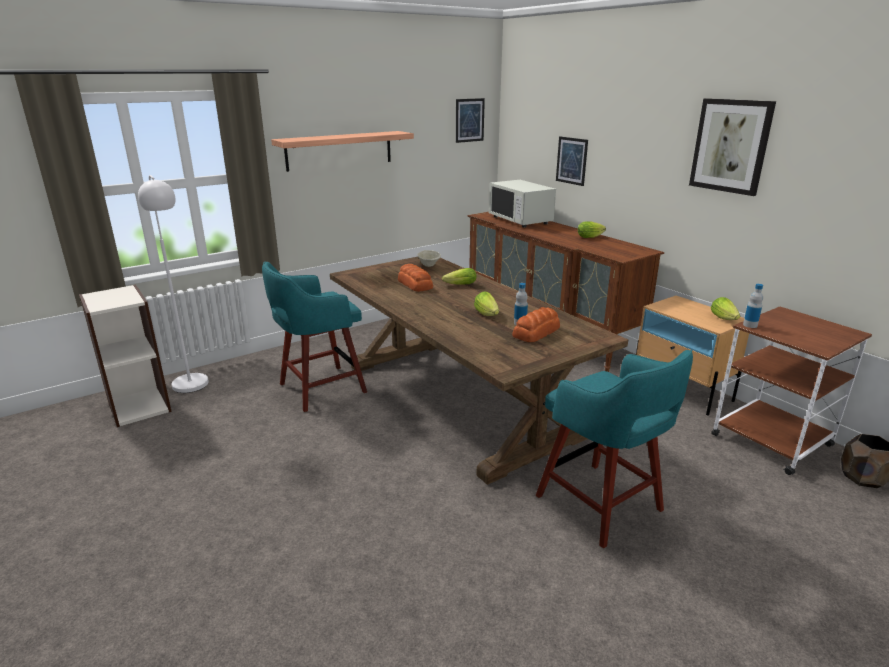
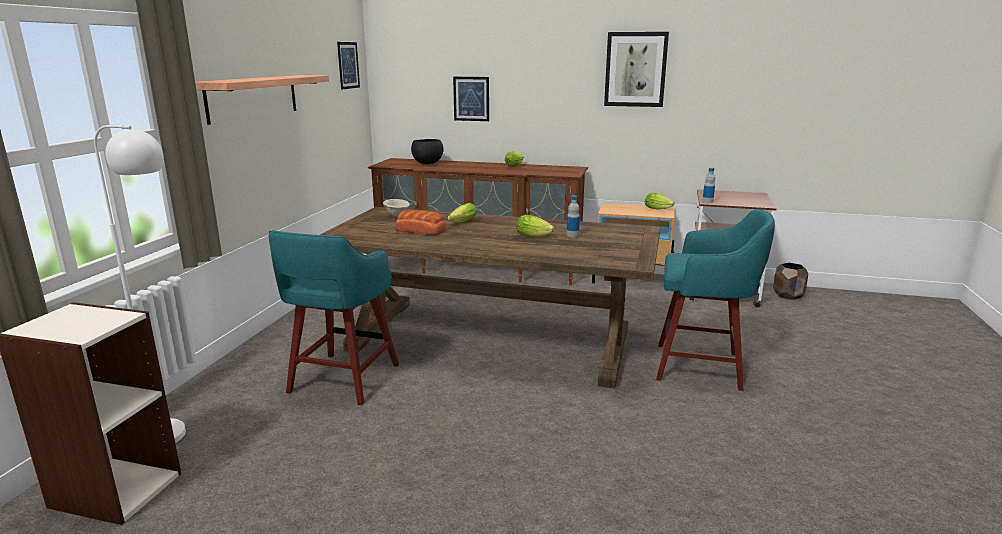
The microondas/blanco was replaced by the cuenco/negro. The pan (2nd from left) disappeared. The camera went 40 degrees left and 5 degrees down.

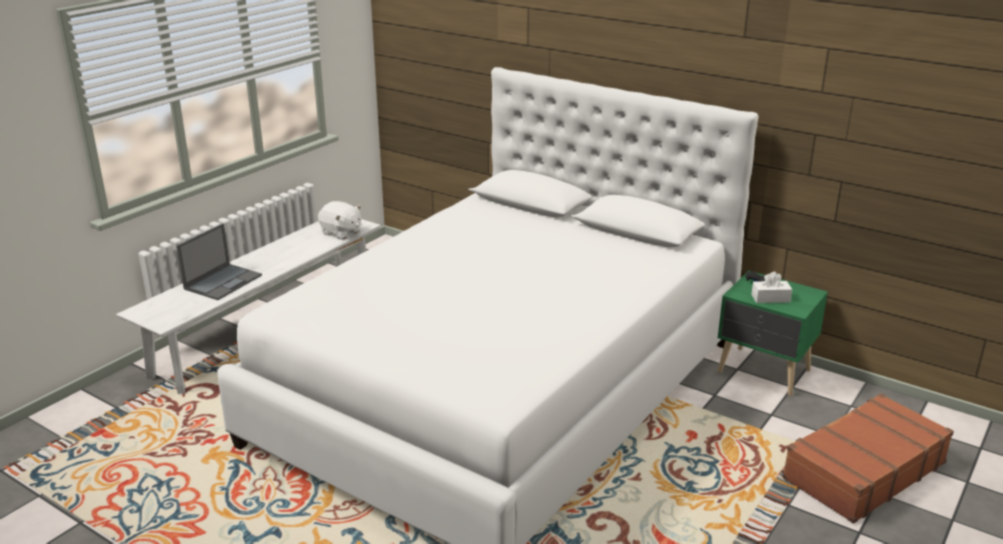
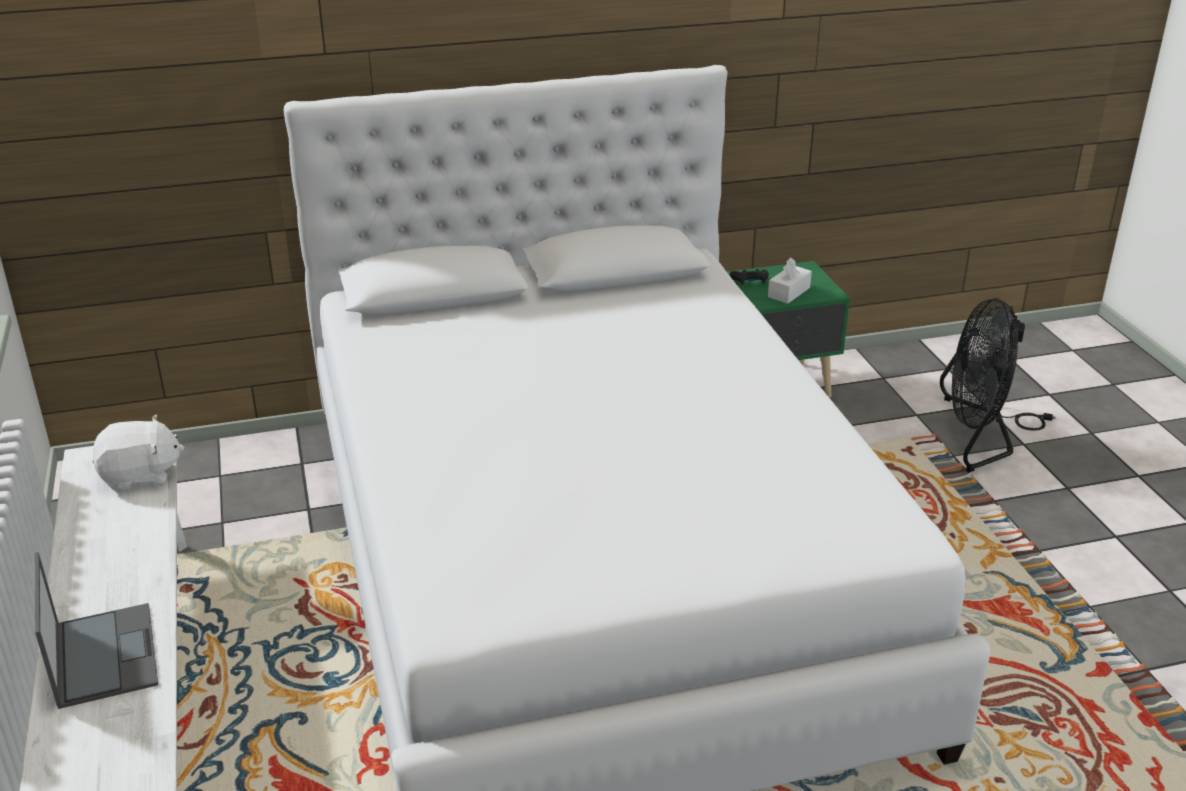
The maleta/marrón was replaced by the ventilador/negro. The camera went 50 degrees left and 5 degrees up.

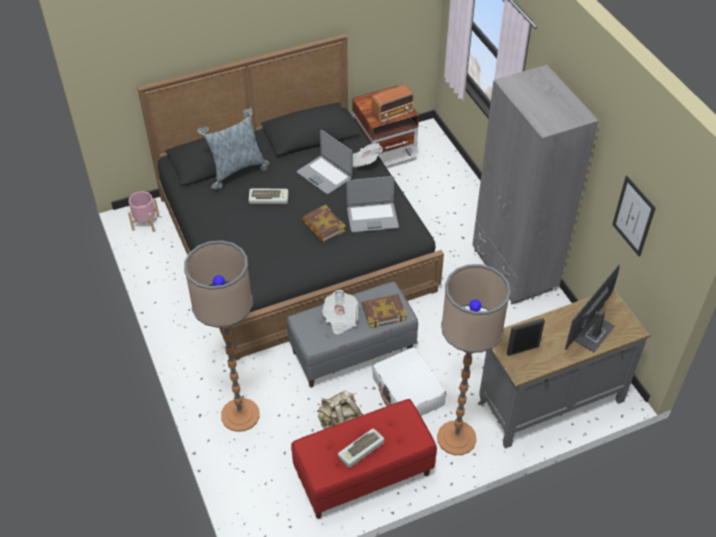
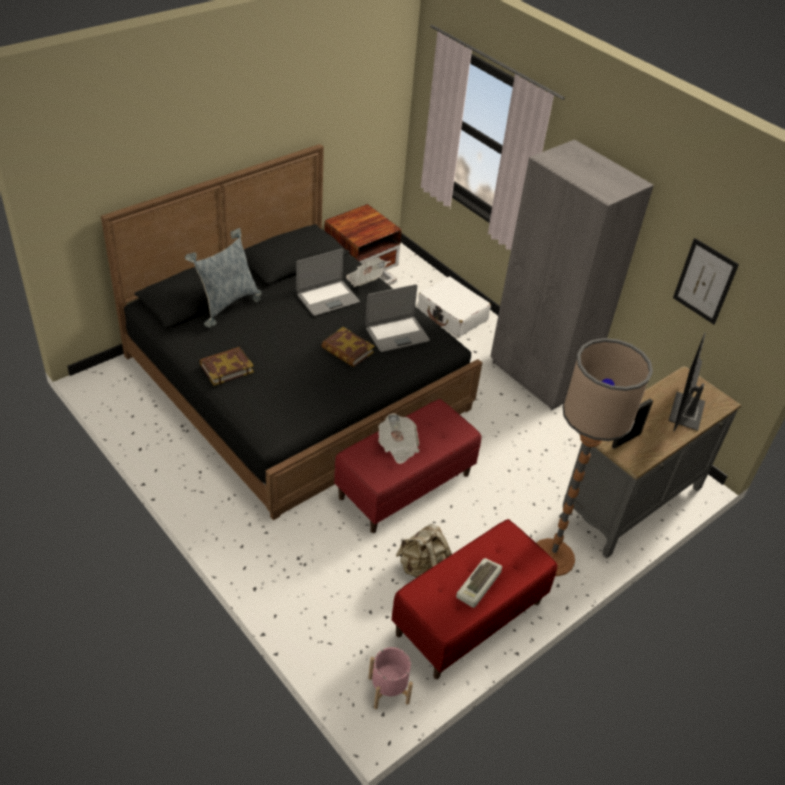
The radio disappeared. The portátil (1st from left) turned 60 degrees counterclockwise. The teclado (1st from left) disappeared. The maceta/rosa moved. The lámpara de pie (1st from left) disappeared. The banco/gris became the banco/rojo (1st from left). The libro (2nd from left in the first image) moved. The maleta/blanco moved. The camera went 20 degrees left and 5 degrees down.

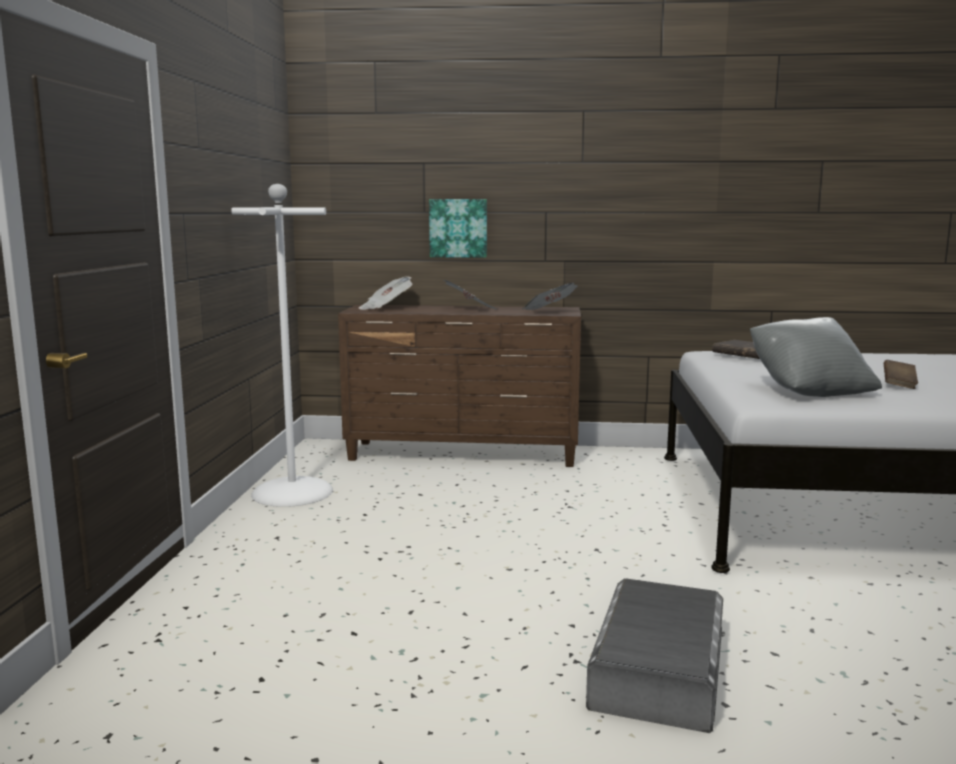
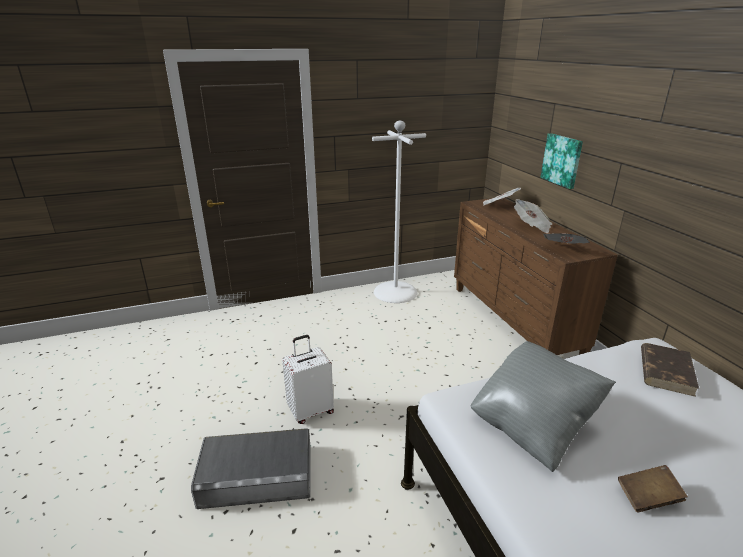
The maleta/blanco appeared. The camera went 65 degrees right and 15 degrees up.

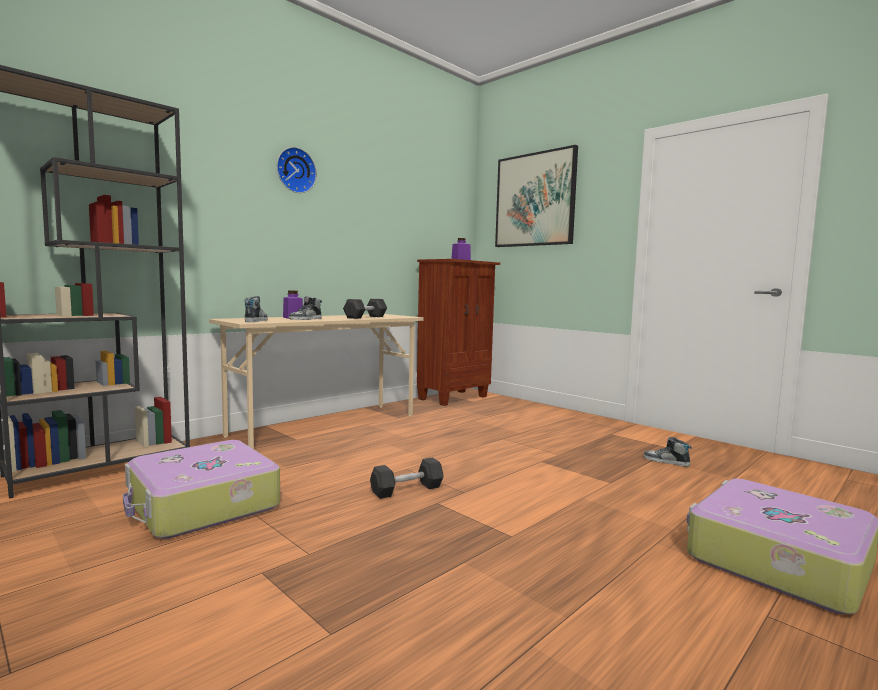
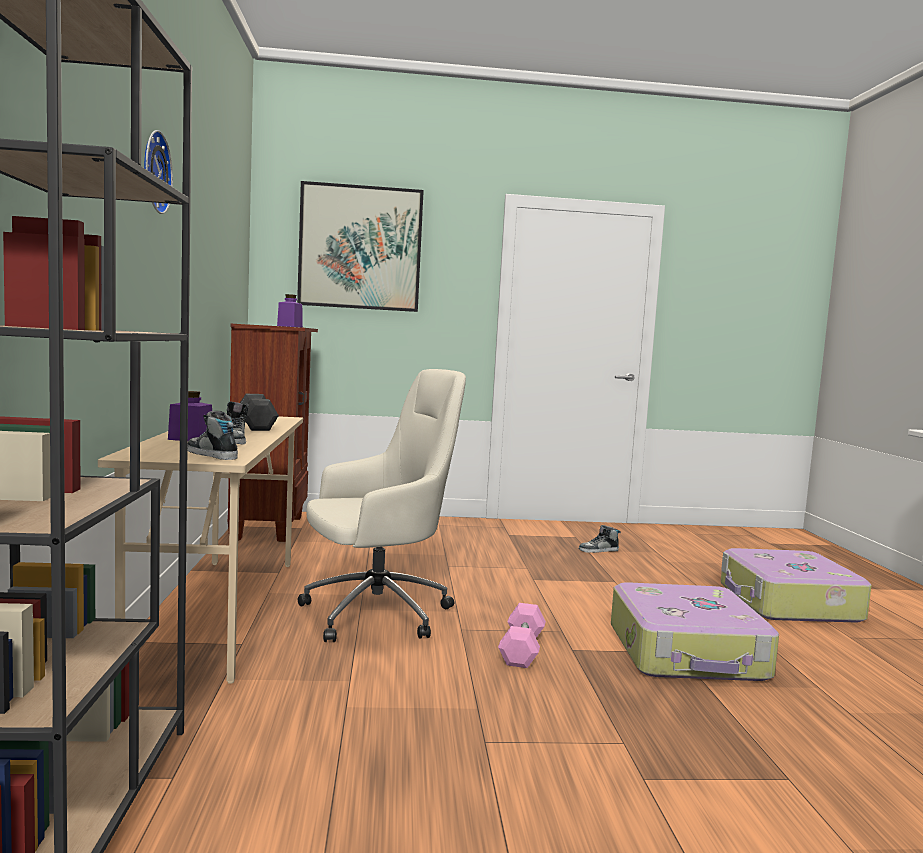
The maleta (1st from left) moved. The mancuerna/gris (2nd from left) became the mancuerna/rosa. The silla de oficina/beis appeared. The camera went 50 degrees left and 0 degrees up.

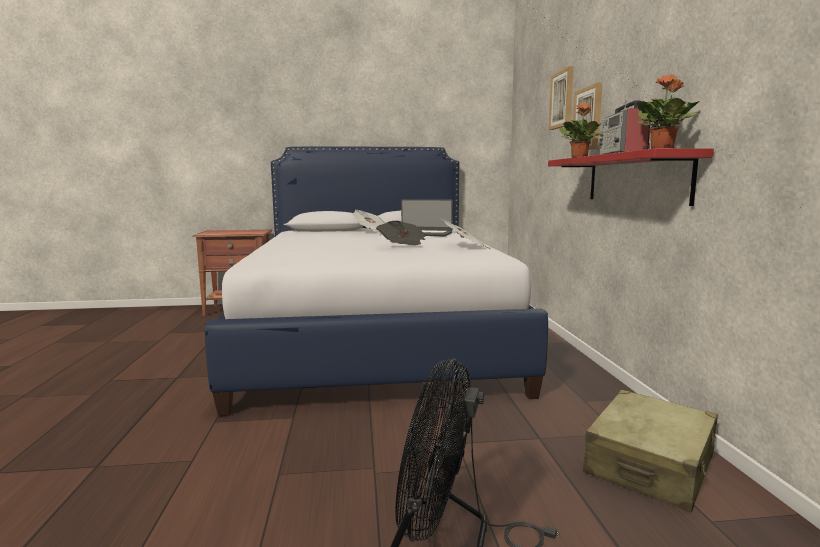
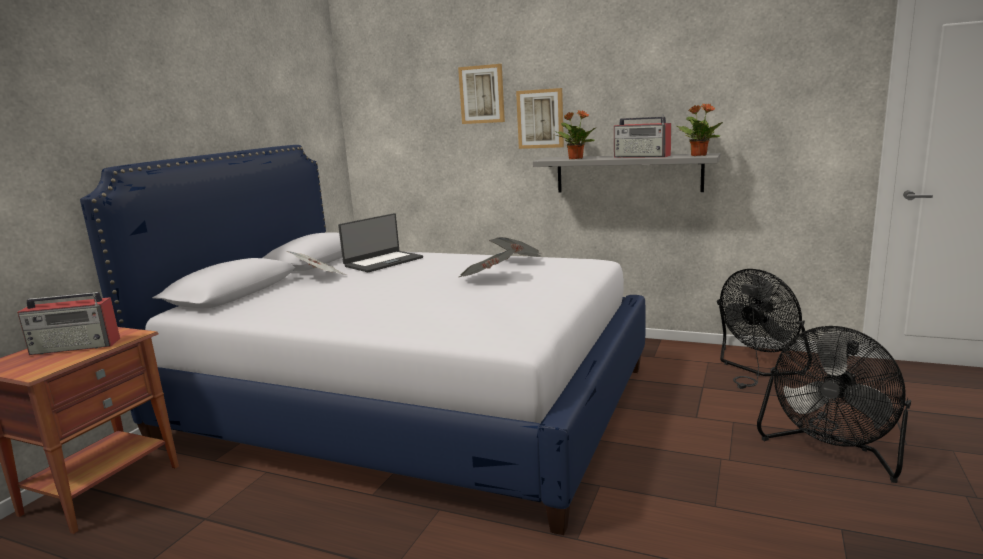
The estante/rojo became the estante/gris. The maleta/beis was replaced by the ventilador/negro (1st from left). The radio (1st from left) appeared. The camera went 60 degrees left and 5 degrees up.

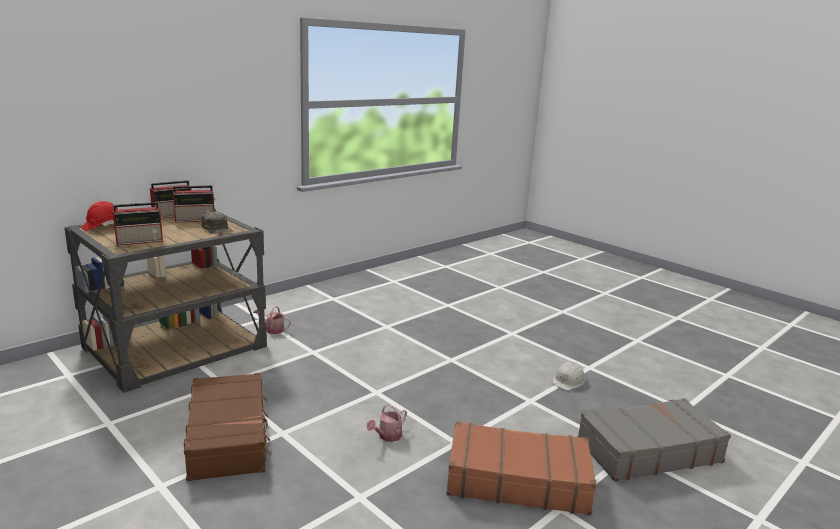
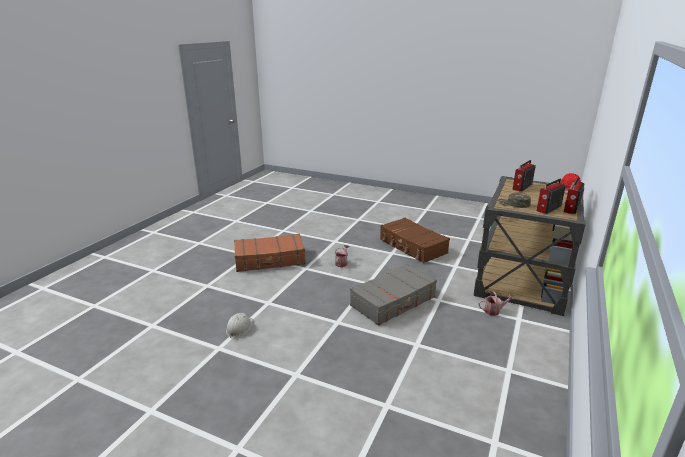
The maleta/gris moved. The camera went 160 degrees right and 5 degrees up.

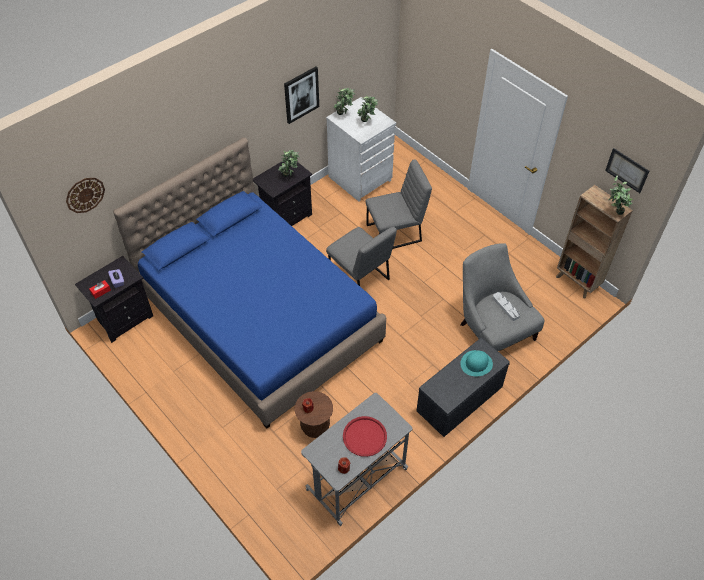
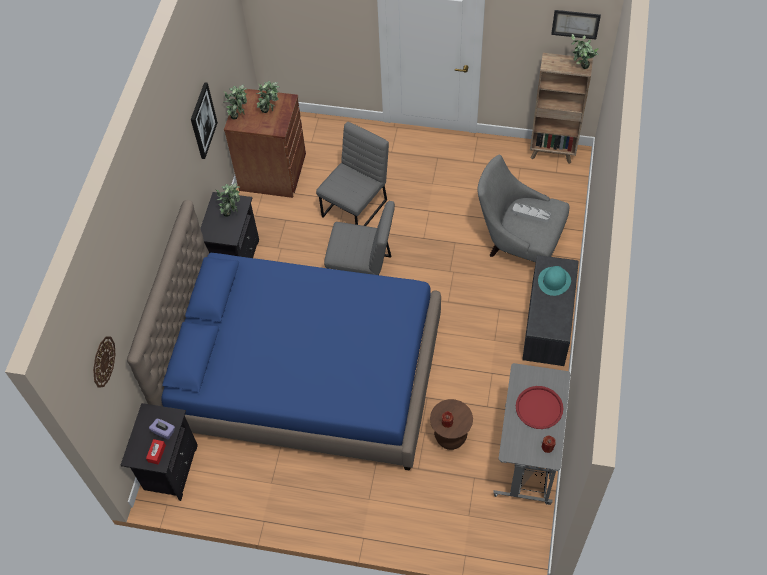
The cómoda/blanco became the cómoda/marrón. The camera went 35 degrees left and 5 degrees up.

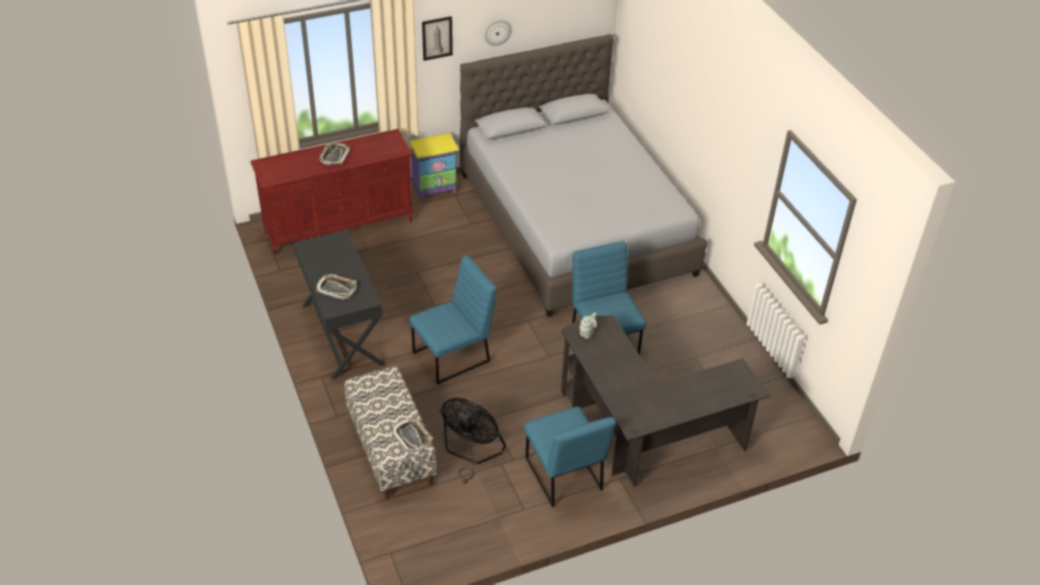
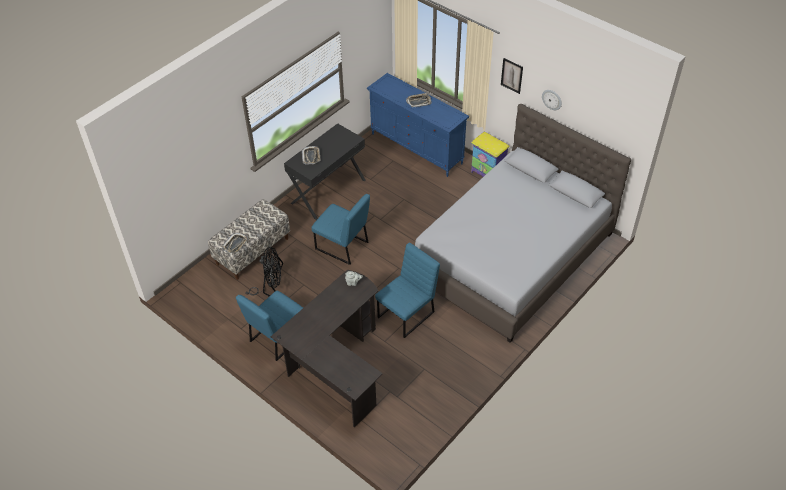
The cómoda/rojo became the cómoda/azul. The camera went 65 degrees right and 5 degrees up.

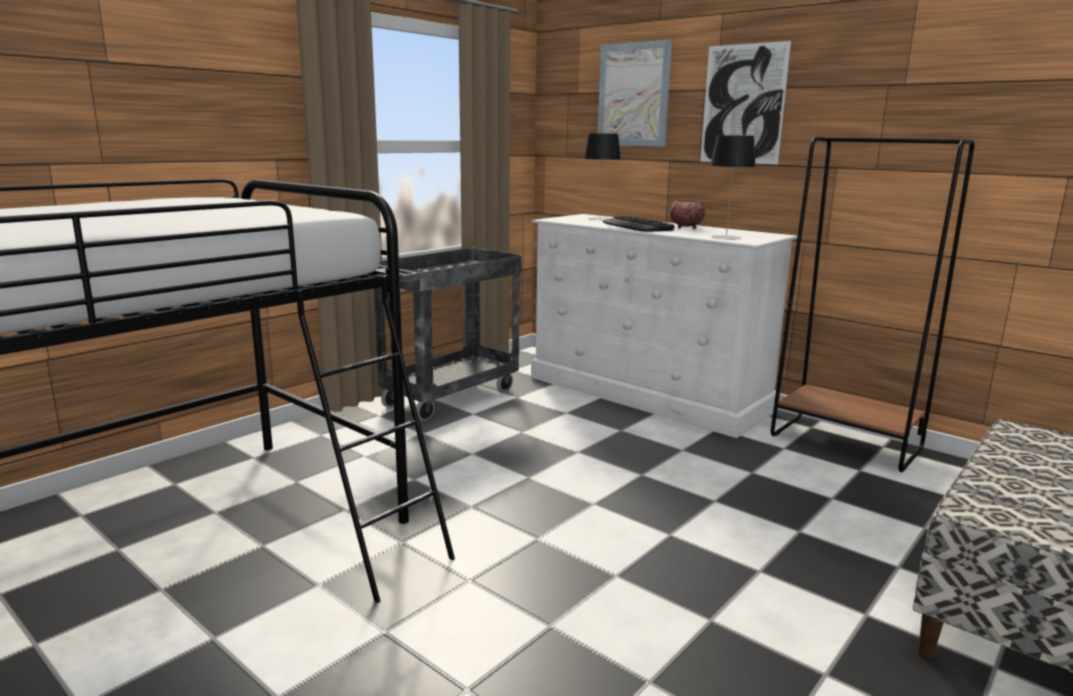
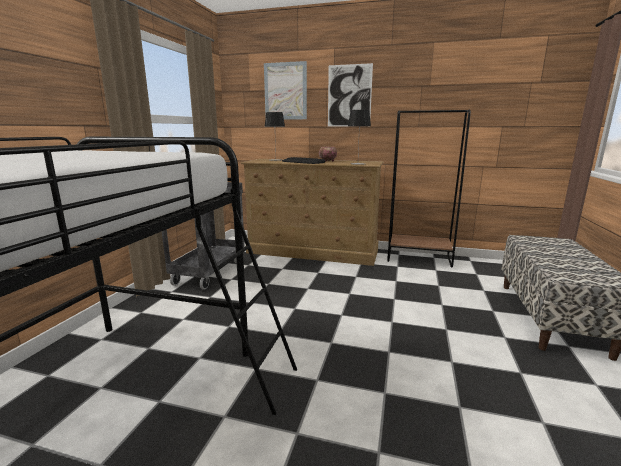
The cómoda/blanco became the cómoda/marrón. The camera went 25 degrees left and 0 degrees up.

